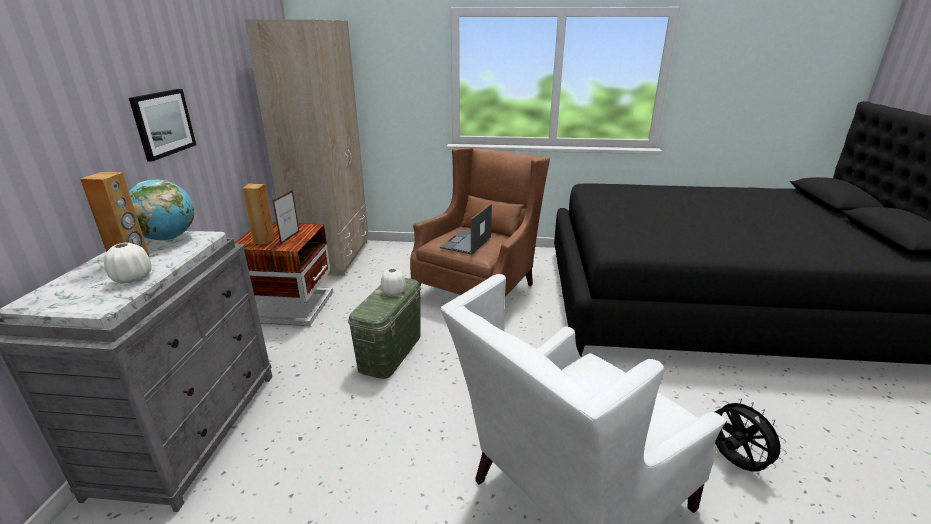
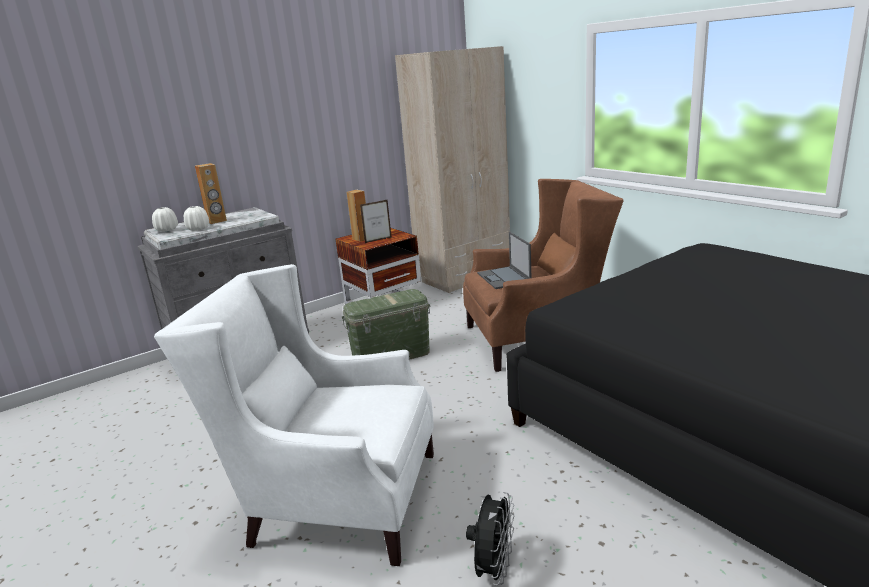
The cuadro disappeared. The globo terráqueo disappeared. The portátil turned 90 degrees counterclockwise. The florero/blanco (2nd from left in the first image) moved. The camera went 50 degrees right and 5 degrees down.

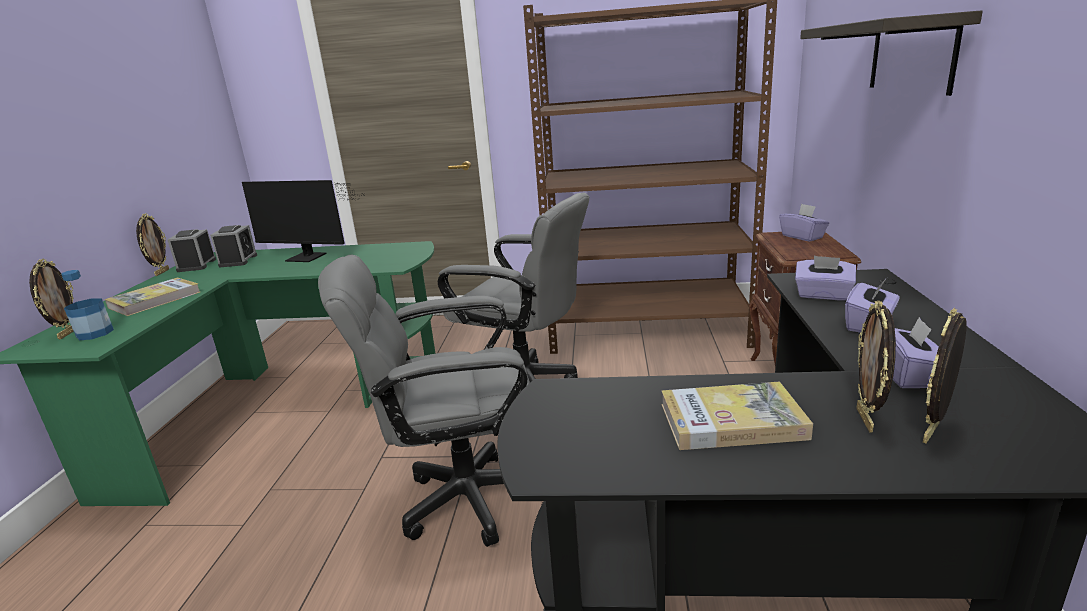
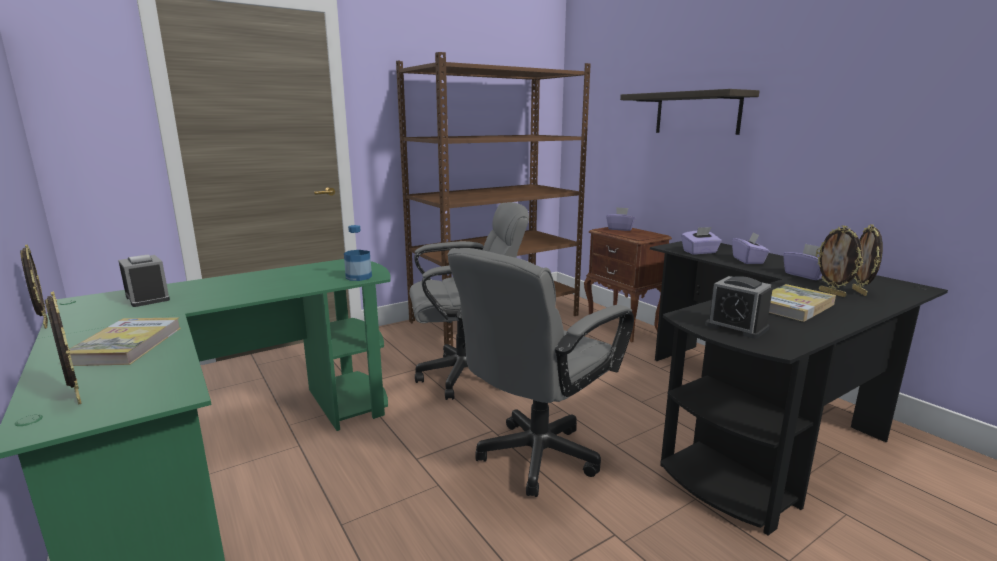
The monitor disappeared. The despertador (1st from left in the first image) moved. The botella moved. The camera went 40 degrees left and 5 degrees down.

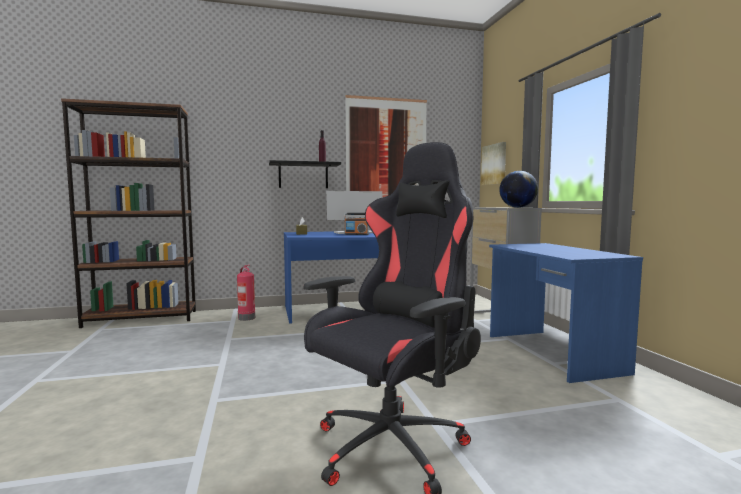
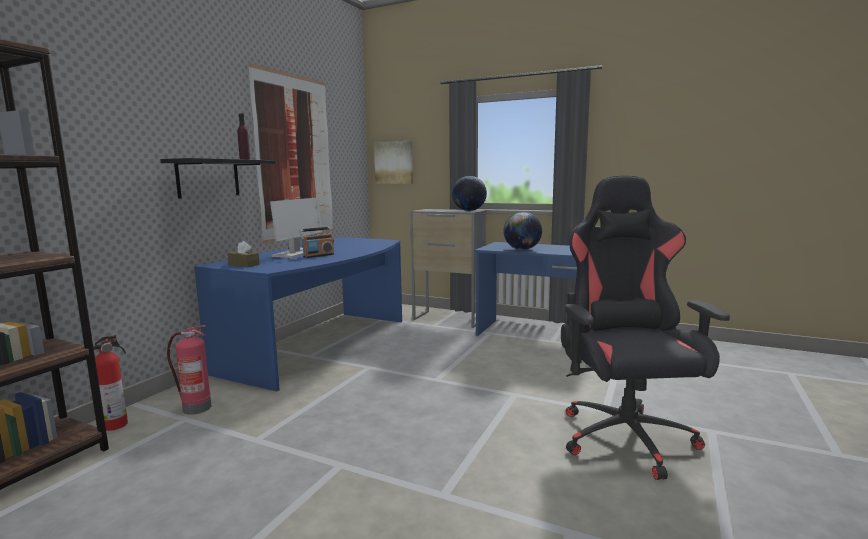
The globo terráqueo (2nd from left) appeared. The extintor (1st from left) appeared. The camera went 50 degrees left and 5 degrees up.

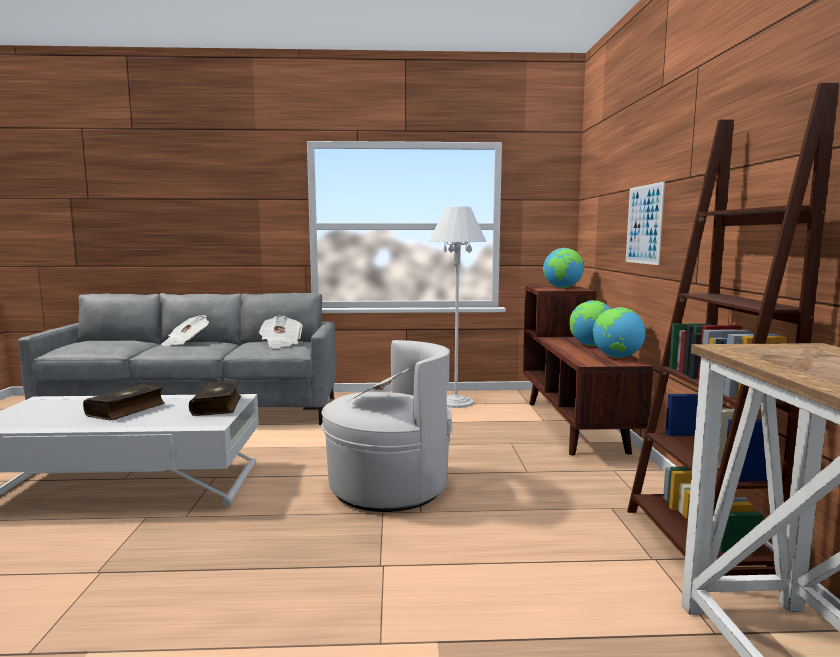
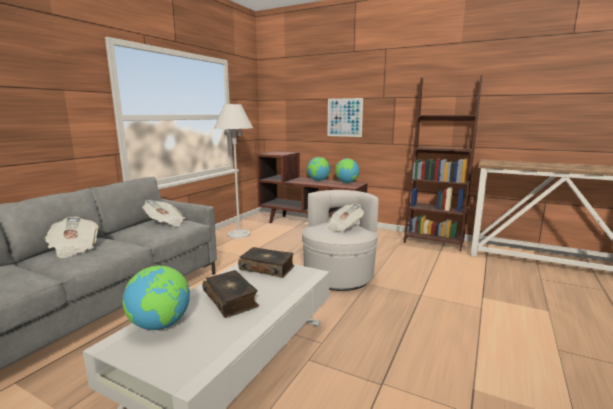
The globo terráqueo (1st from left) moved. The camera went 60 degrees left and 5 degrees up.

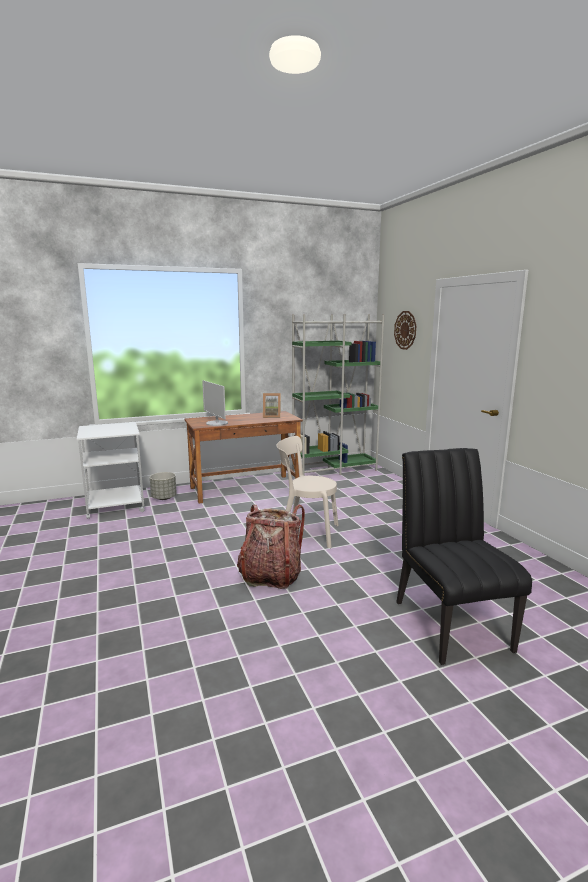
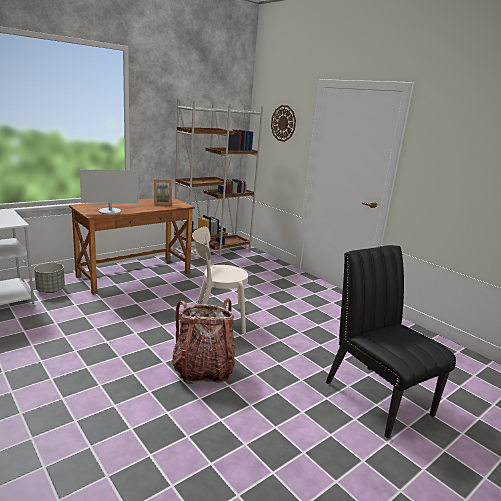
The estantería/verde became the estantería/marrón. The monitor turned 60 degrees counterclockwise. The camera went 20 degrees left and 5 degrees up.

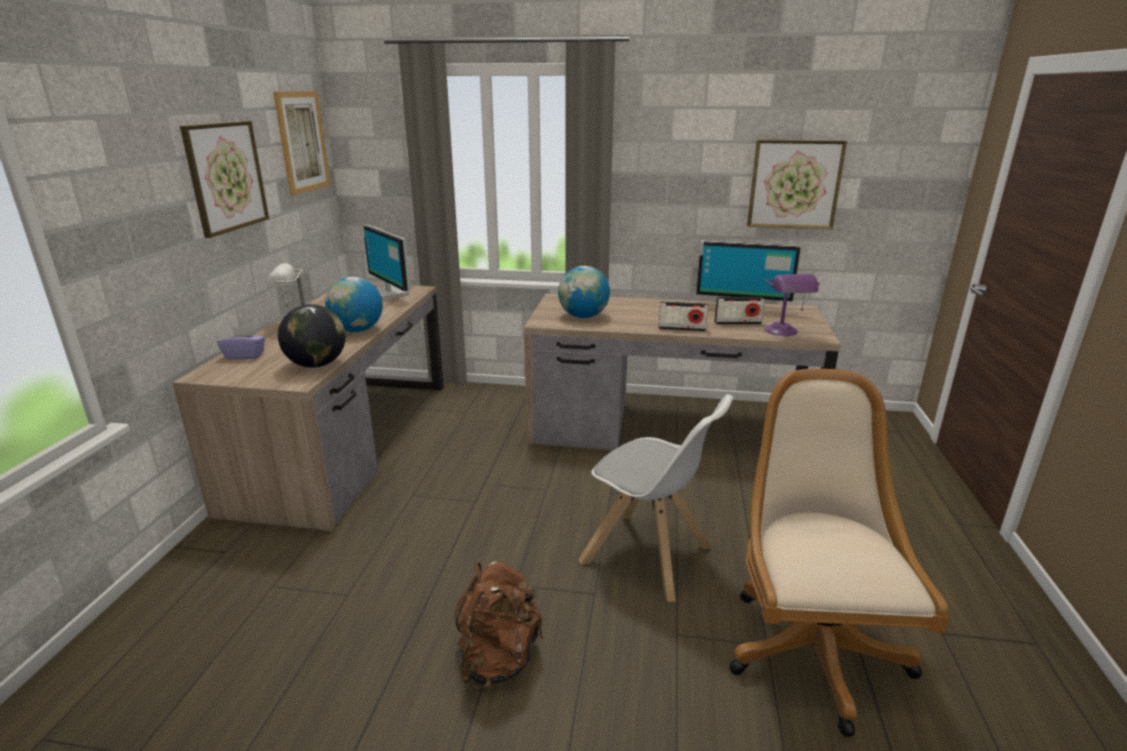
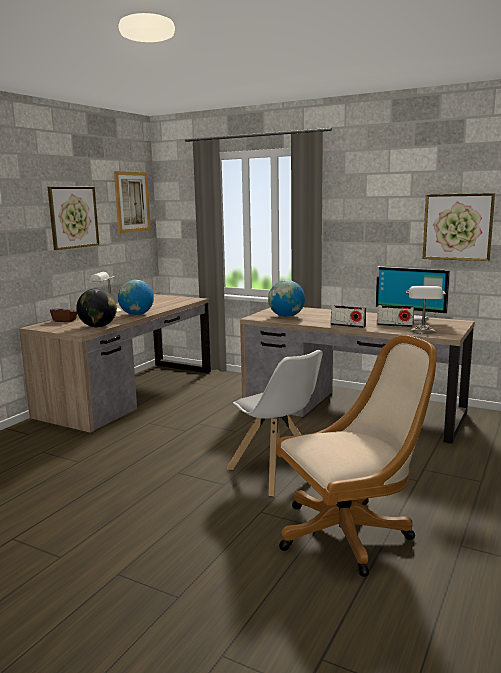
The monitor (1st from left) disappeared. The lámpara de mesa/morado became the lámpara de mesa/blanco (2nd from left). The caja de pañuelos/morado became the caja de pañuelos/marrón. The silla de oficina turned 45 degrees clockwise. The mochila/marrón disappeared. The camera went 20 degrees right and 10 degrees down.

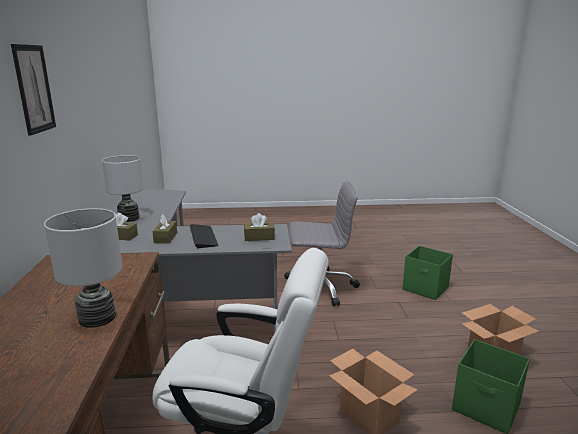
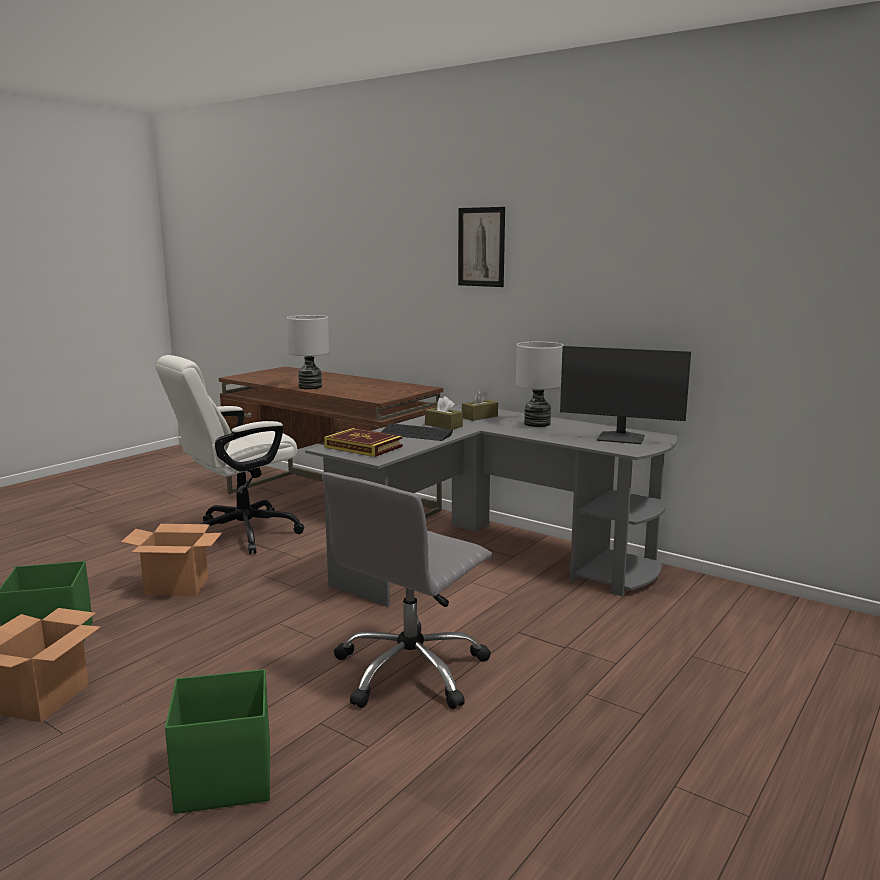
The caja de pañuelos/marrón (3rd from left) was replaced by the libro. The monitor appeared. The camera went 130 degrees right and 5 degrees down.

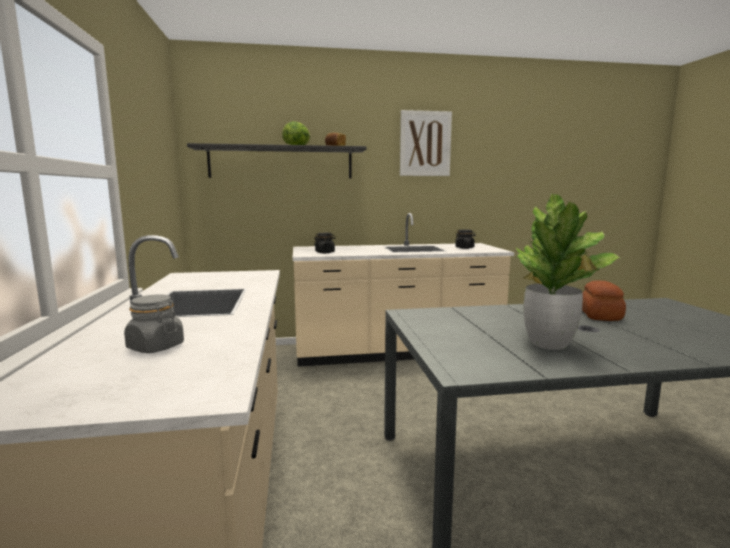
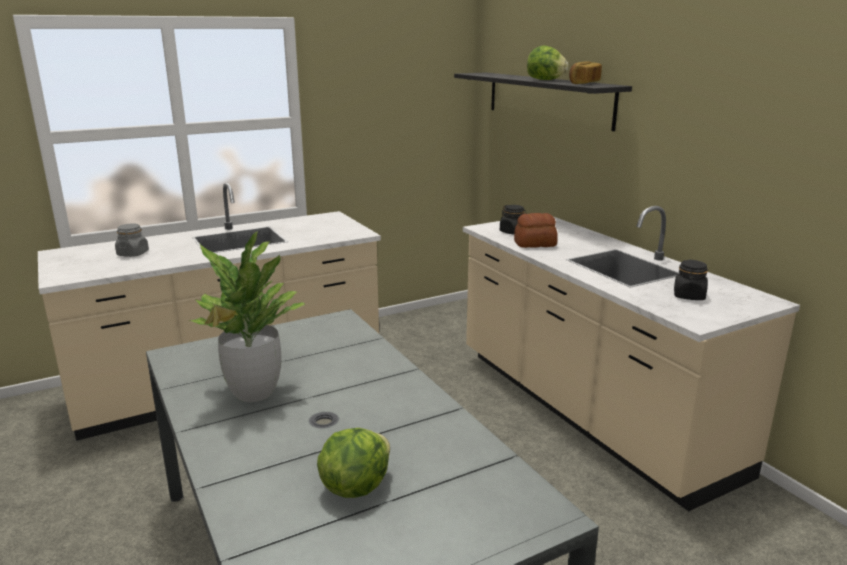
The cuadro disappeared. The pan (2nd from left in the first image) moved. The lechuga (1st from left) appeared. The camera went 70 degrees right and 10 degrees up.

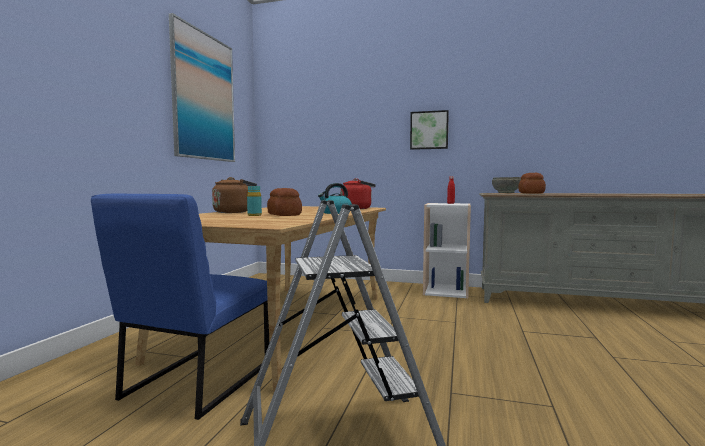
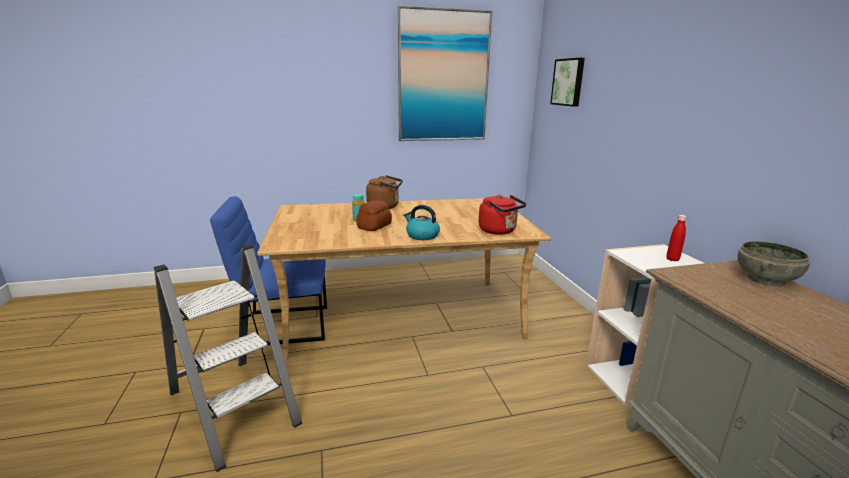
The cuadro (2nd from left) moved. The pan (2nd from left) disappeared. The camera went 60 degrees right and 15 degrees up.

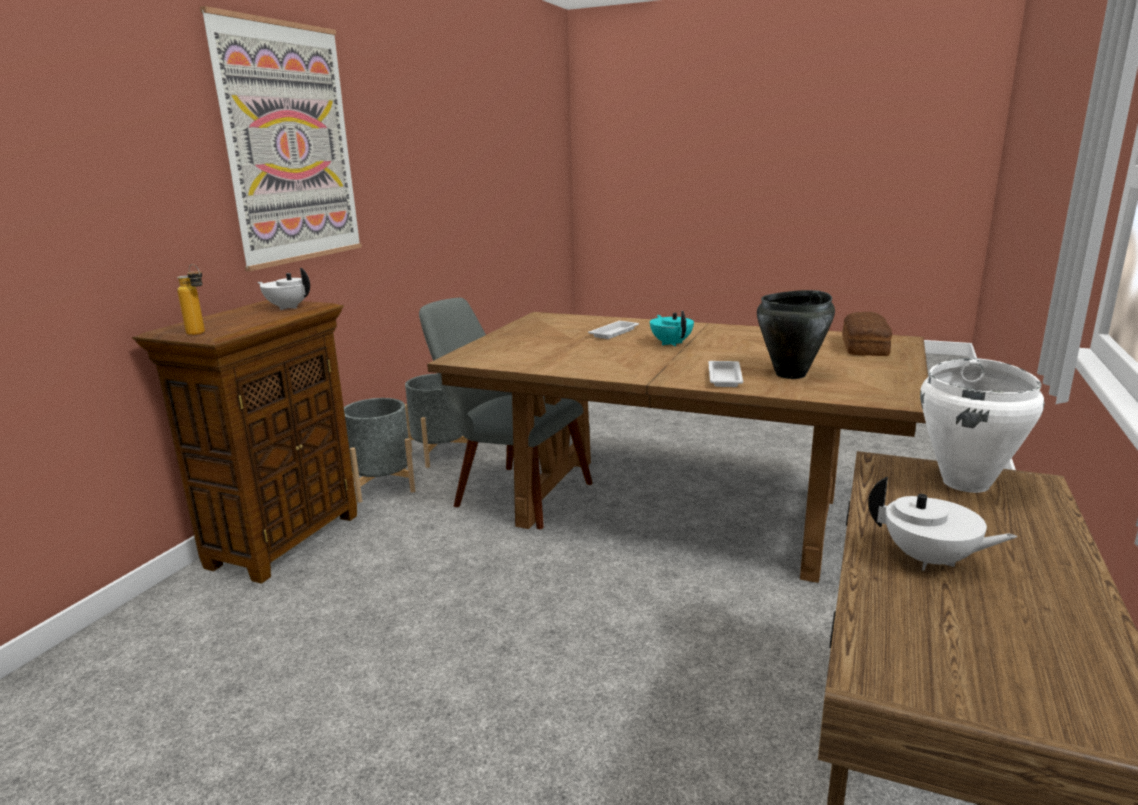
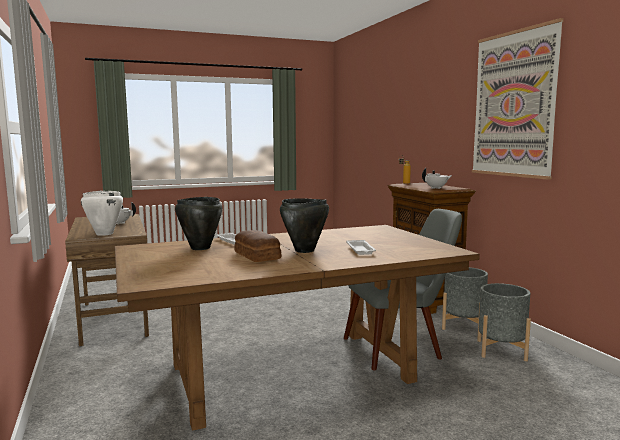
The tetera/turquesa was replaced by the olla/negro (2nd from left). The pan moved. The camera went 135 degrees right and 10 degrees down.

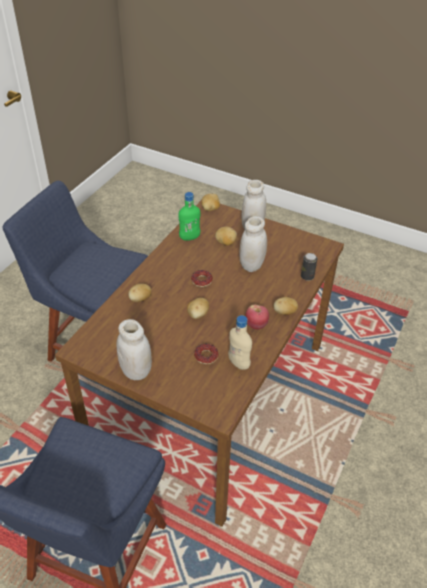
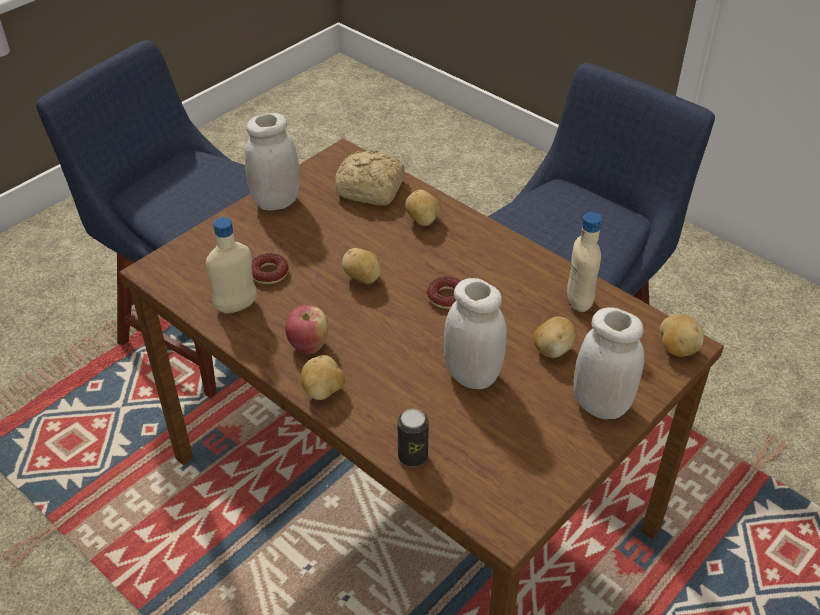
The botella/verde became the botella/beis (2nd from left). The pan appeared. The camera went 105 degrees right and 0 degrees up.

